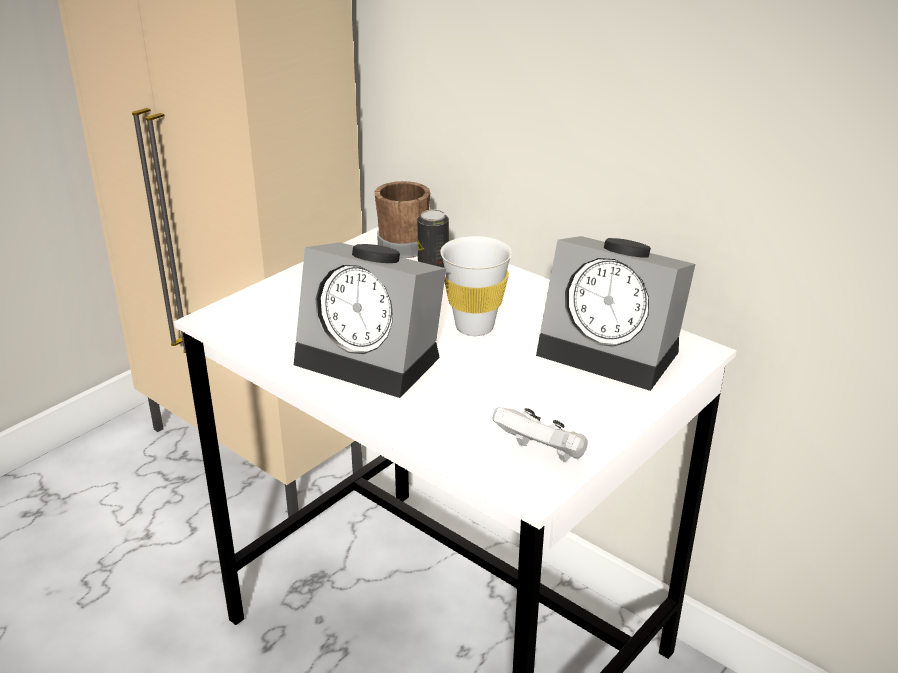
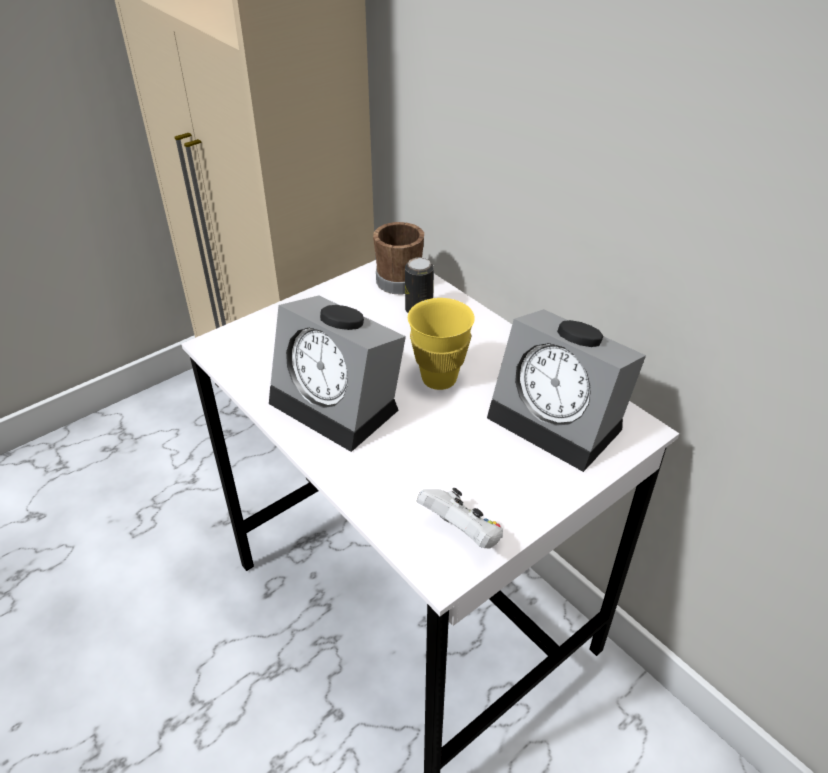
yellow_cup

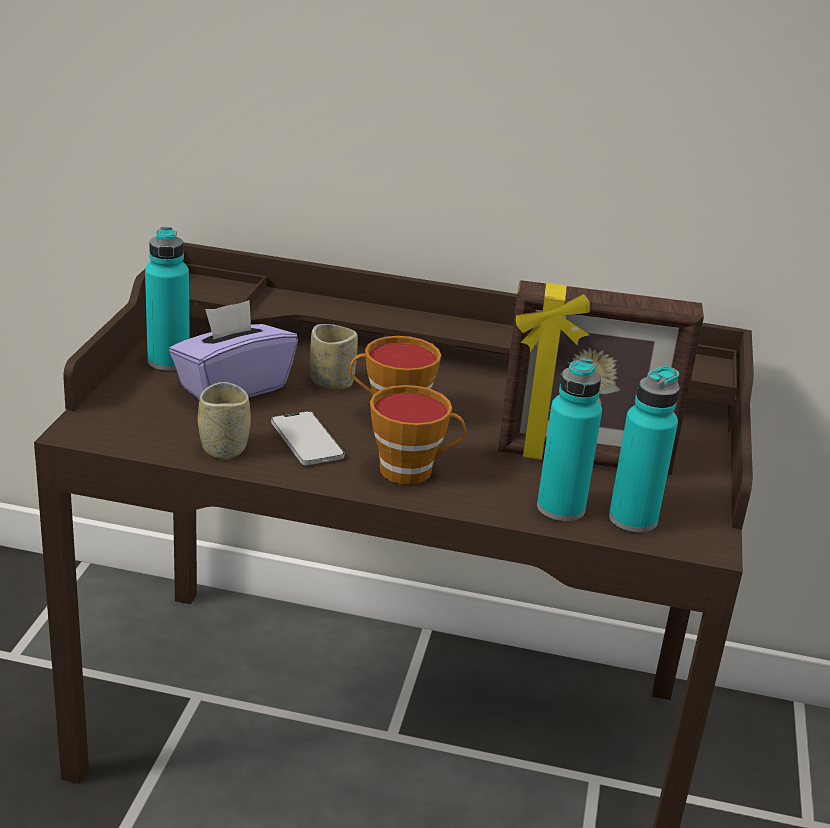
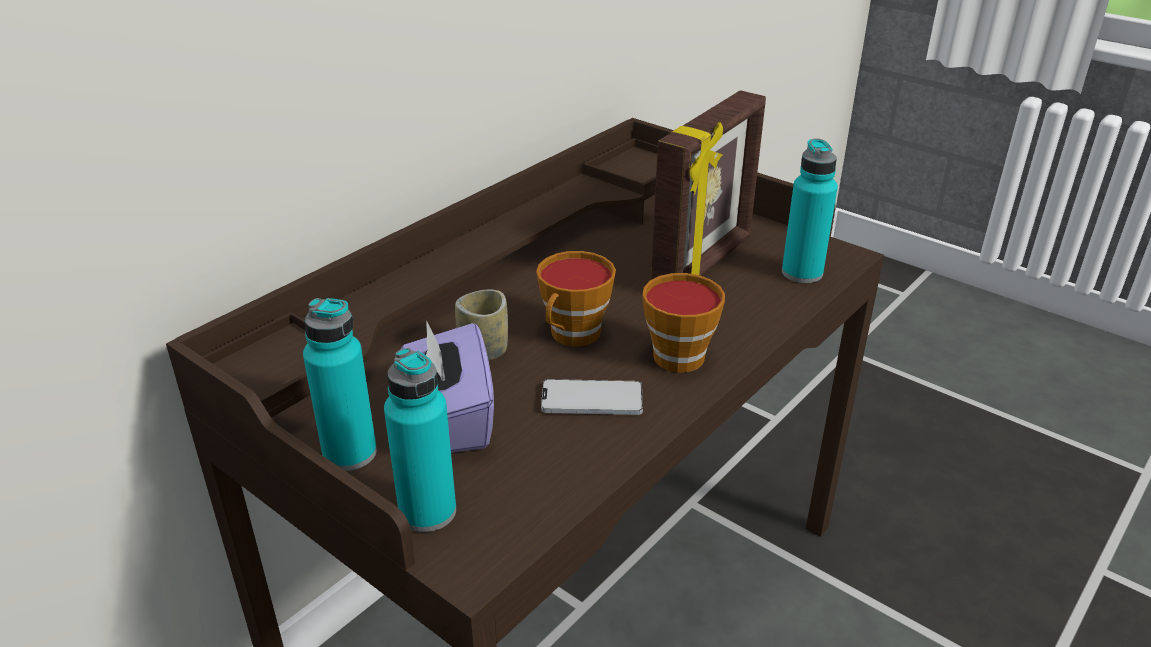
cup (1st from left in the first image); turquoise_drink_bottle (2nd from left)

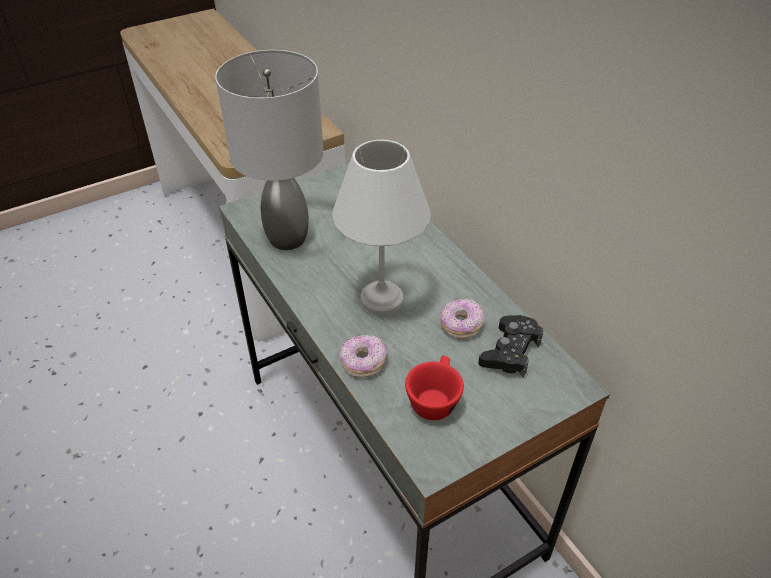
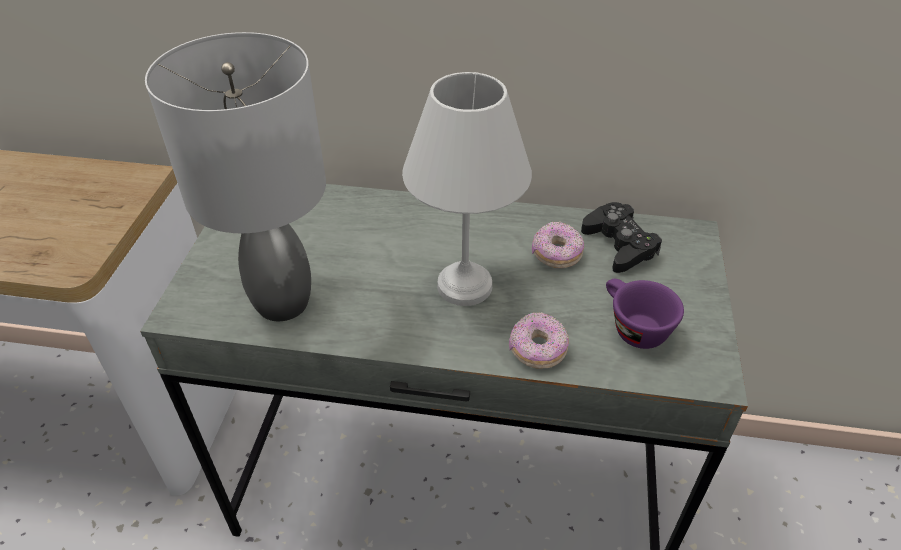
purple_cup

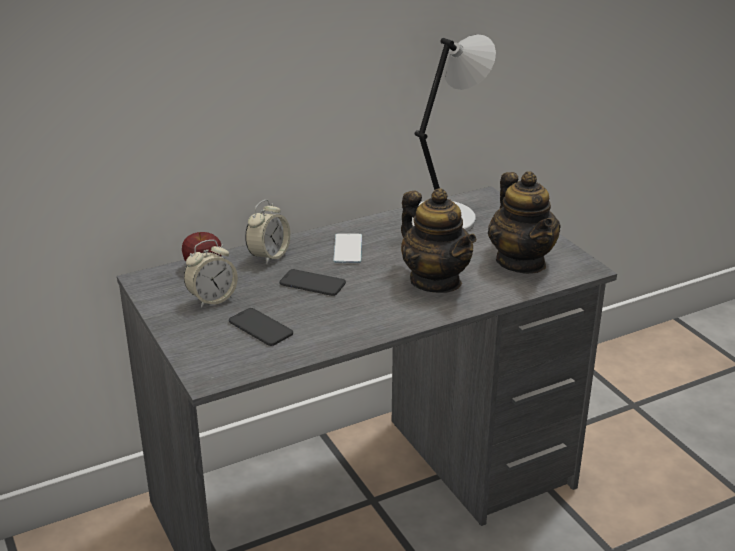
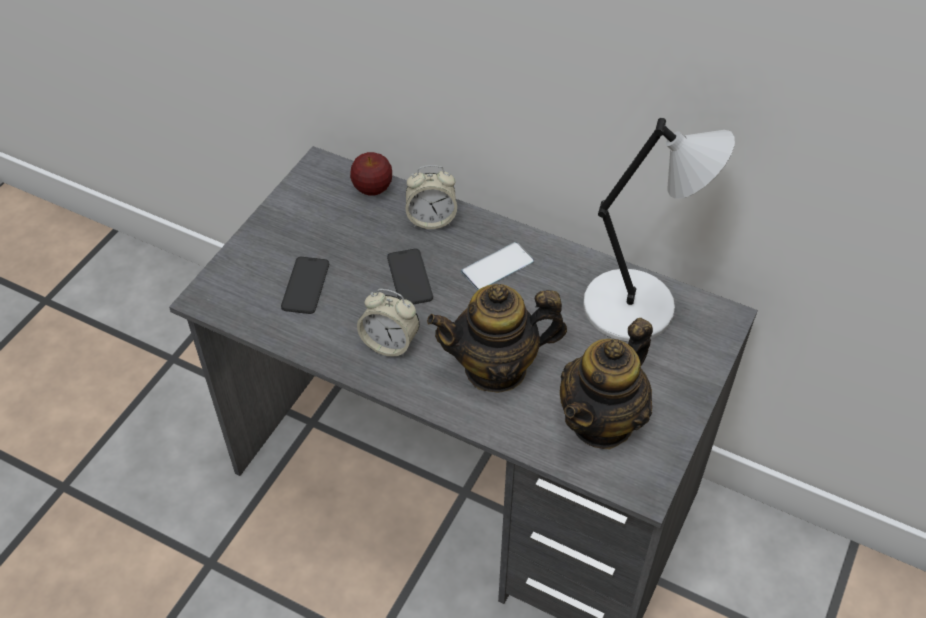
table_clock (1st from left); tea_pot (1st from left)

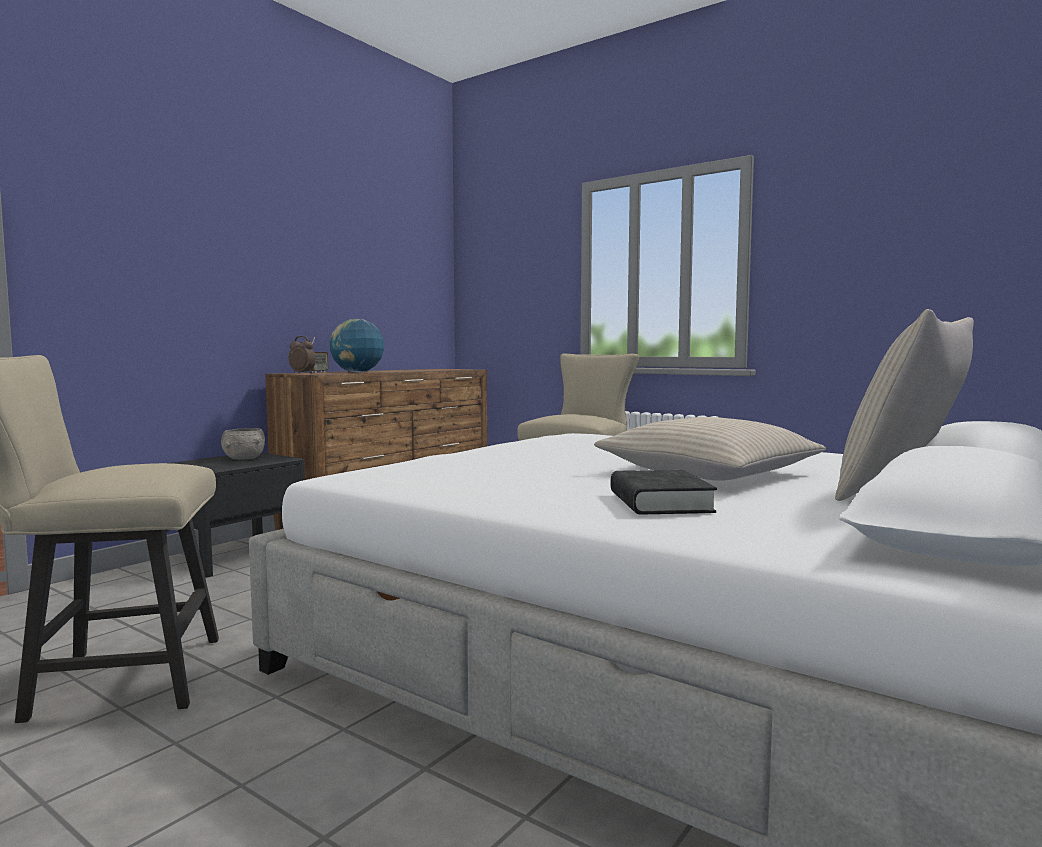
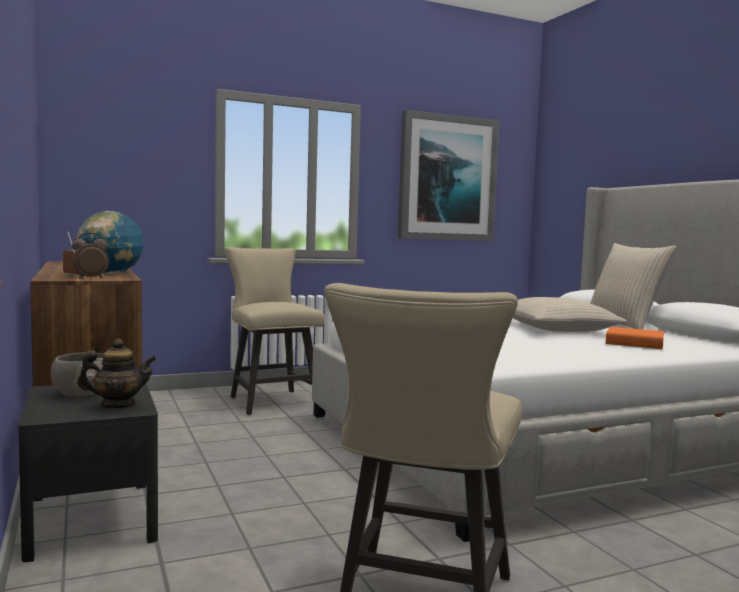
tea_pot; wall_picture; orangey_bound_book

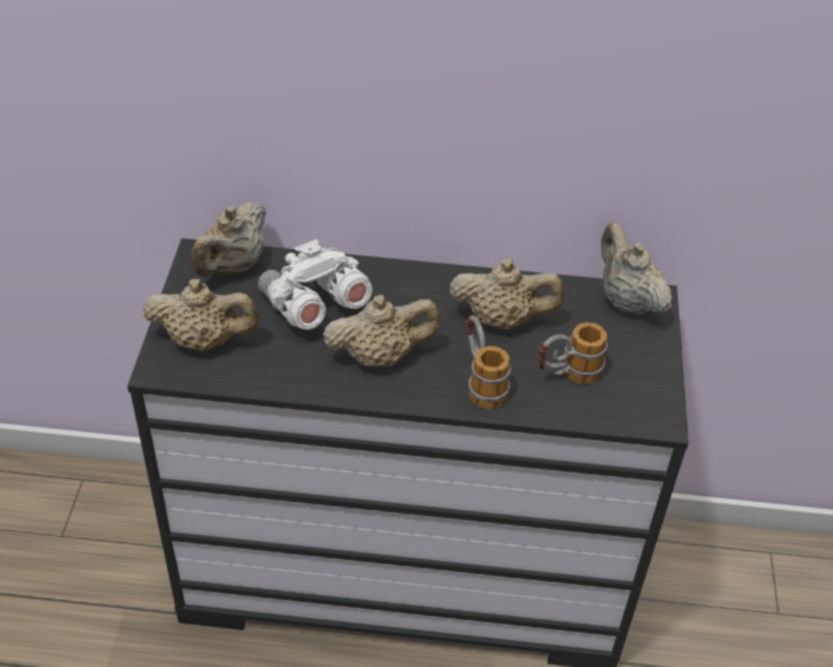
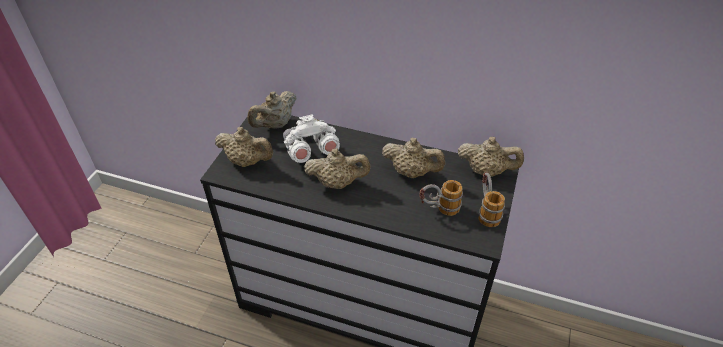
tea_mug (2nd from left); beige_tea_pot (5th from left)

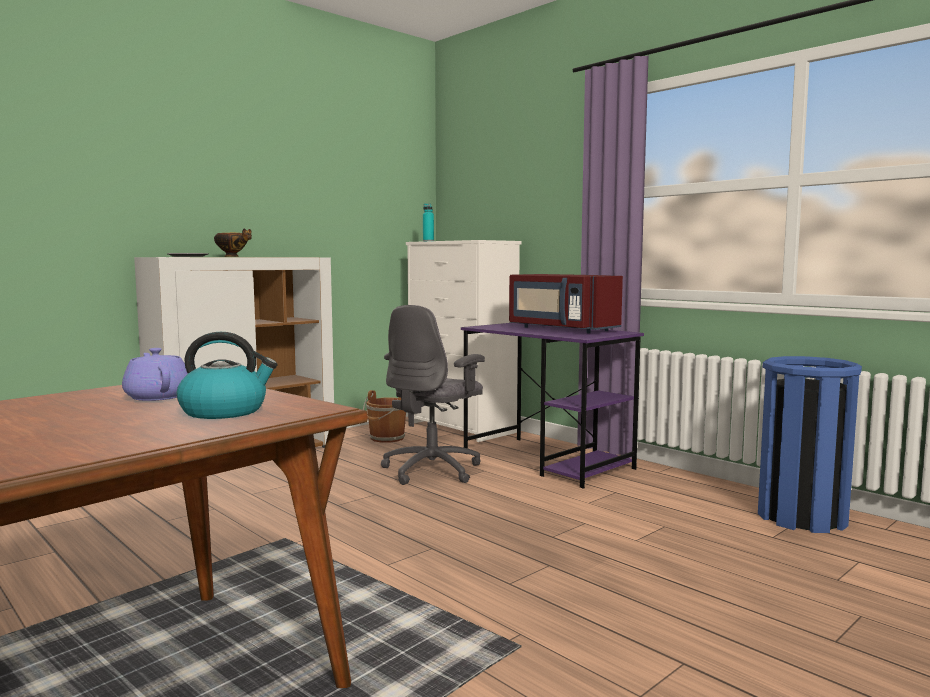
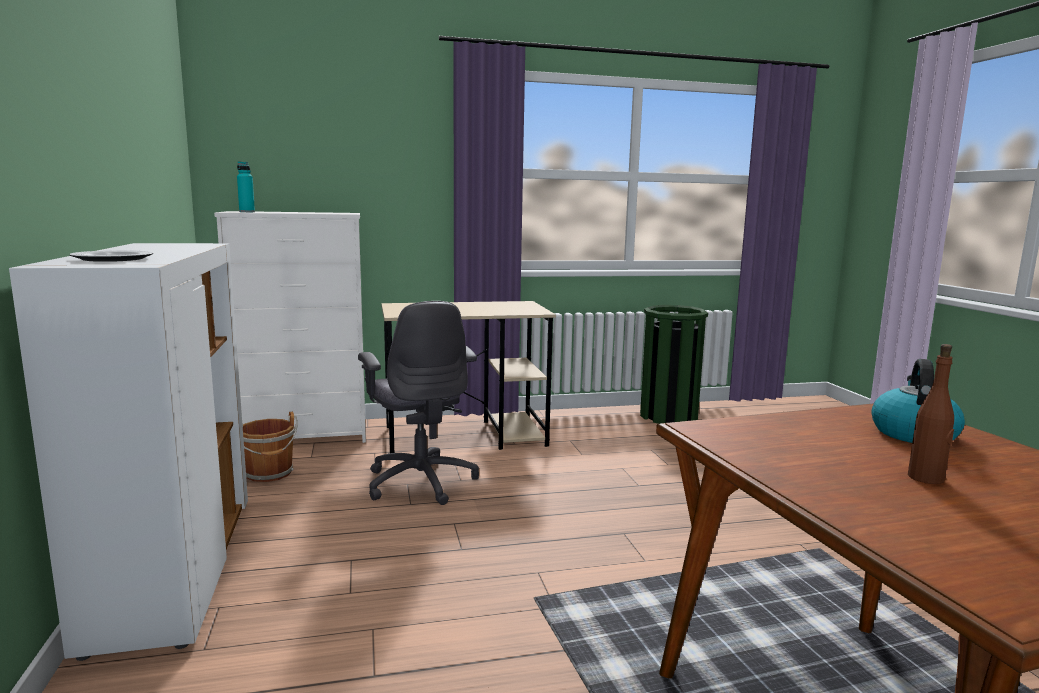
purple_tea_pot; bowl; red-coloured_microwave; brown-coloured_drink_bottle; beige_desk_table; green_rubbish_bin

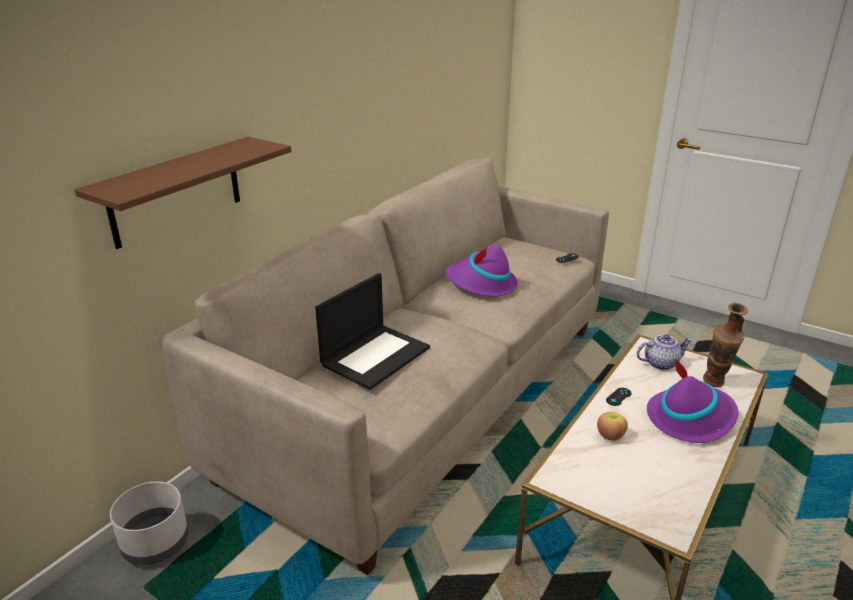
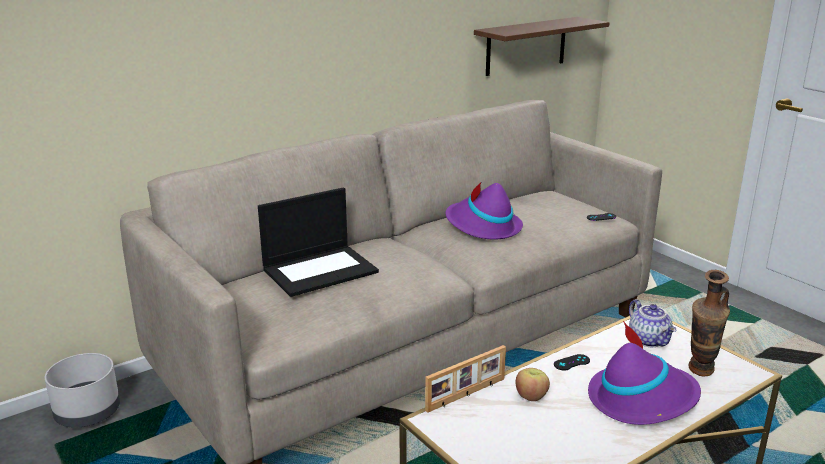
standing_frame; brown-coloured_bracket_shelf; tea_pot

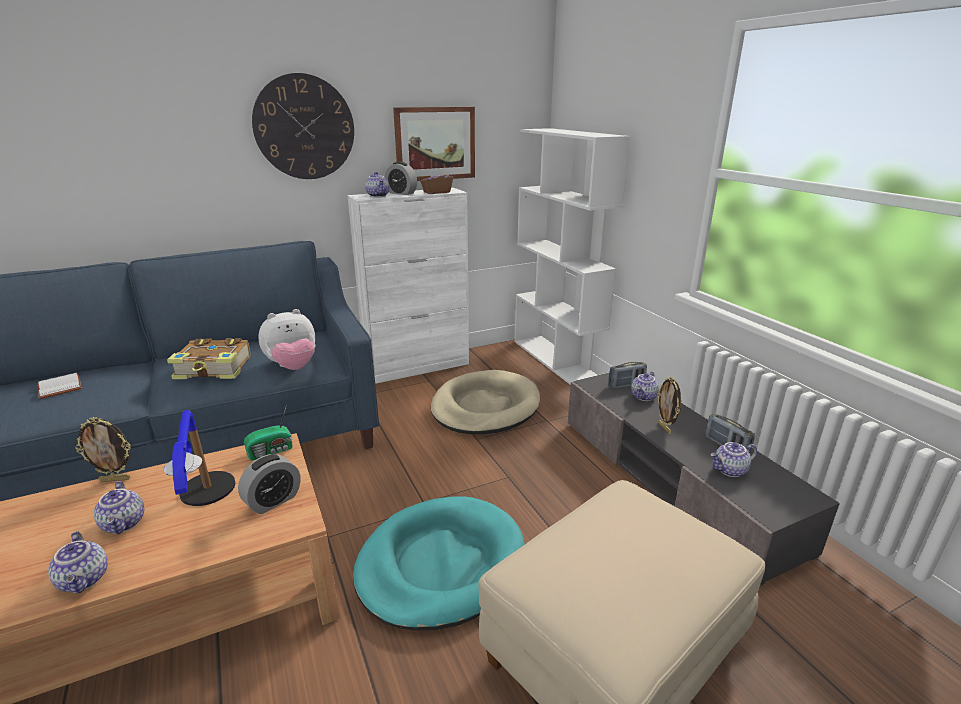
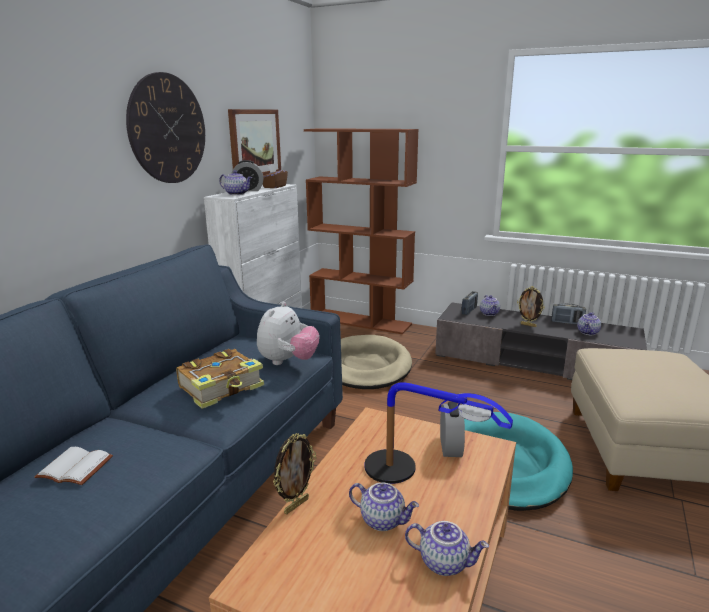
radio_set (1st from left in the first image); brown-coloured_bookshelf

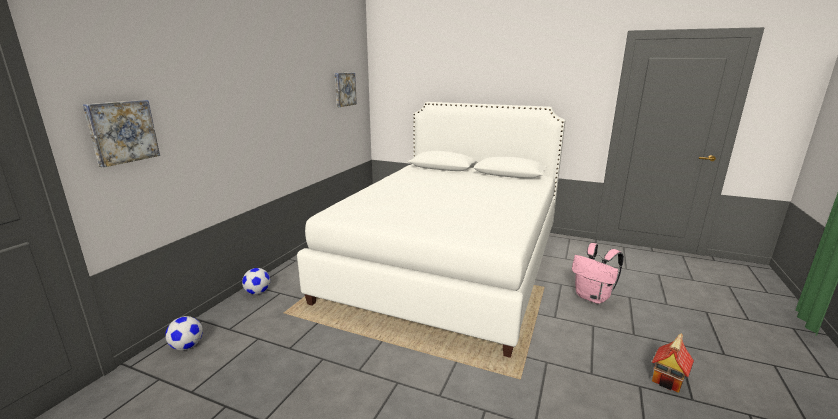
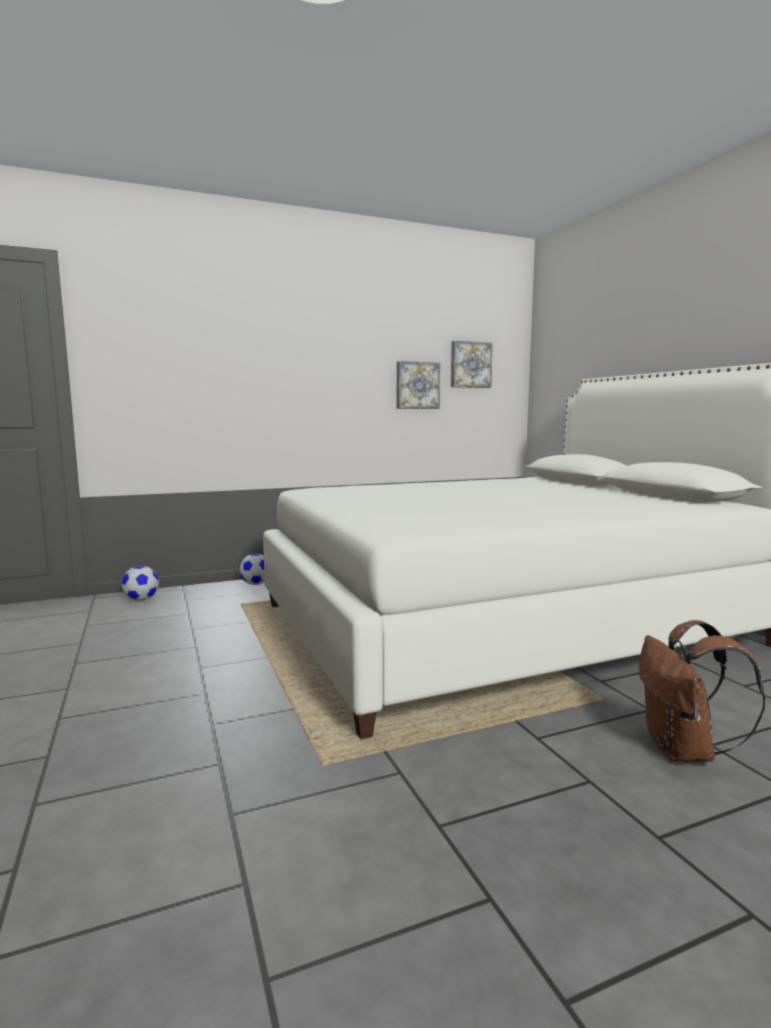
miniature_house; wall_picture (1st from left); brown-coloured_backpack

